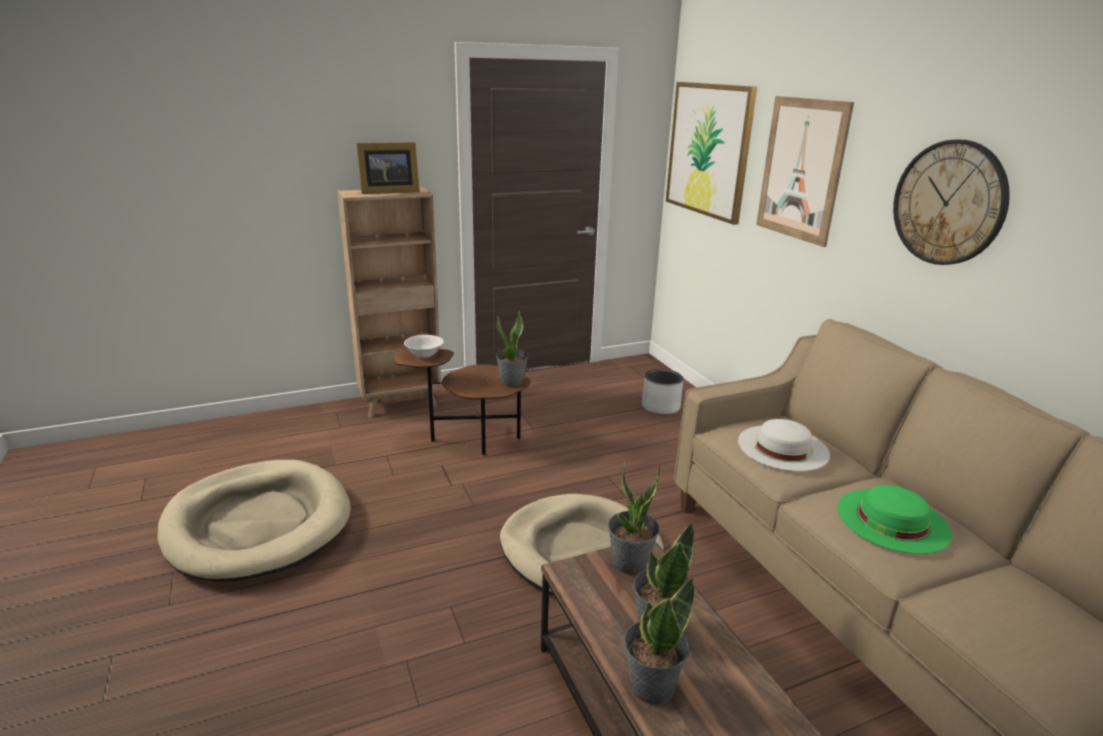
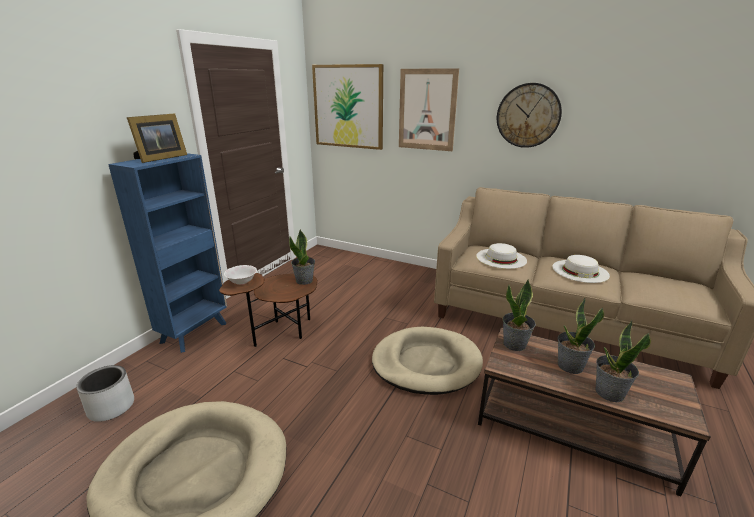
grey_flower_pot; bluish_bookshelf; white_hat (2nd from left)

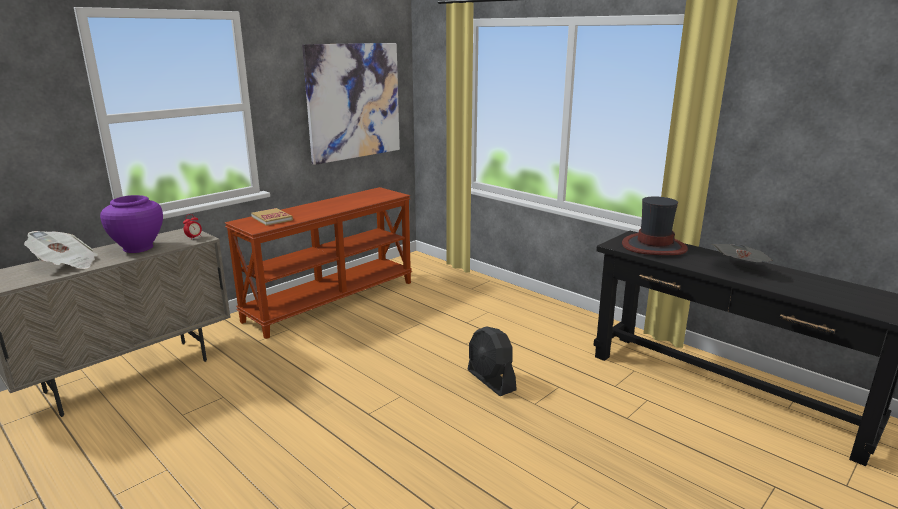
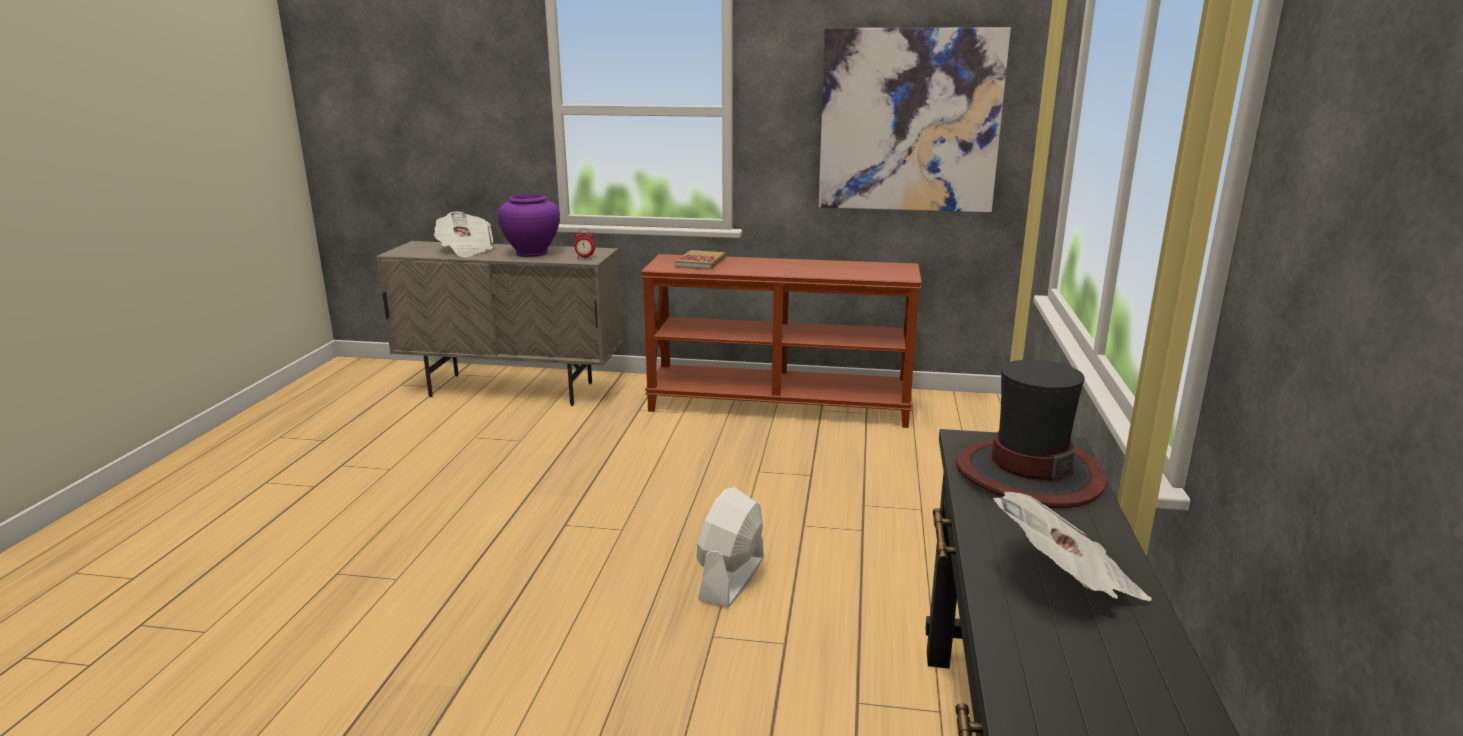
white_electric_fan

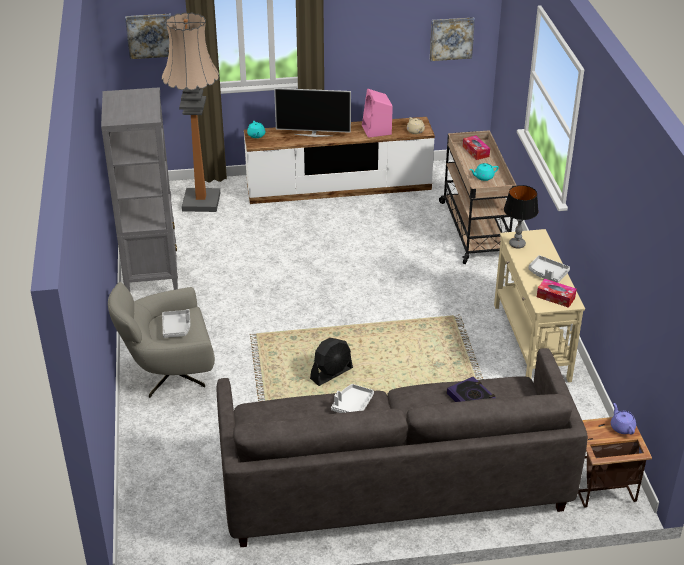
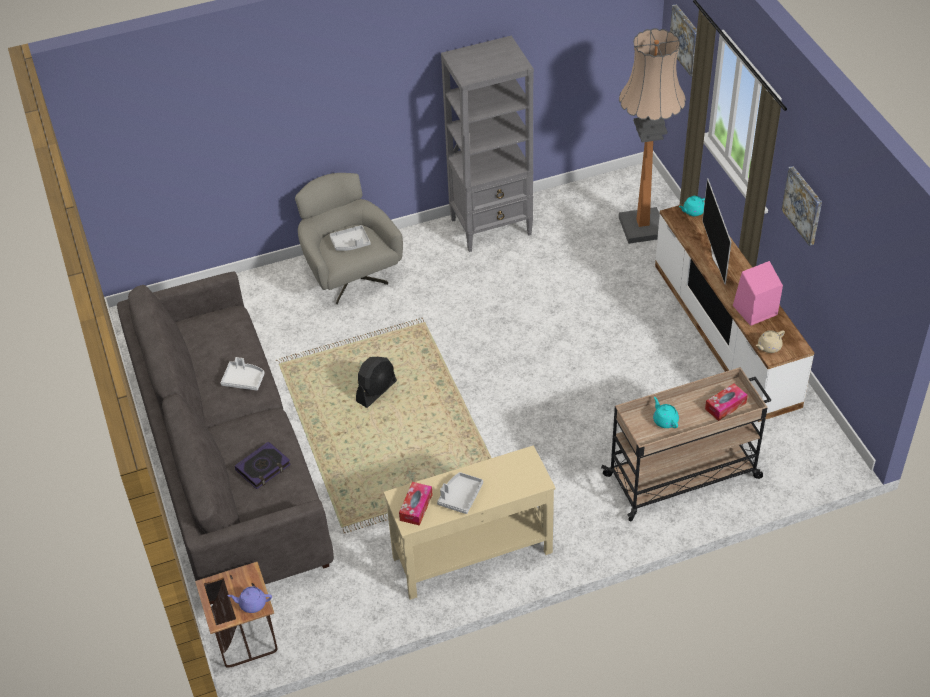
tabletop_lamp; wall_picture (2nd from left); black_electric_fan; purple_tea_pot

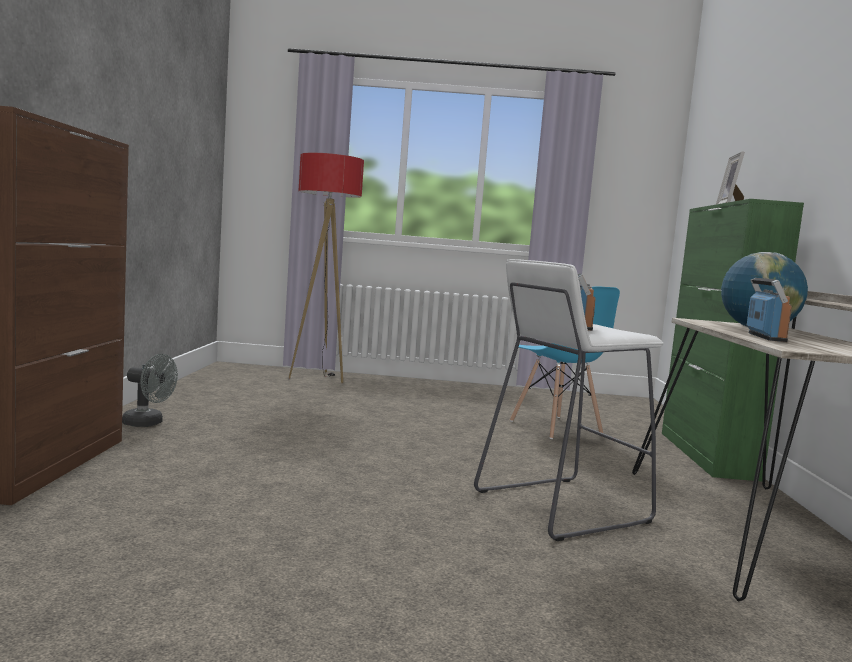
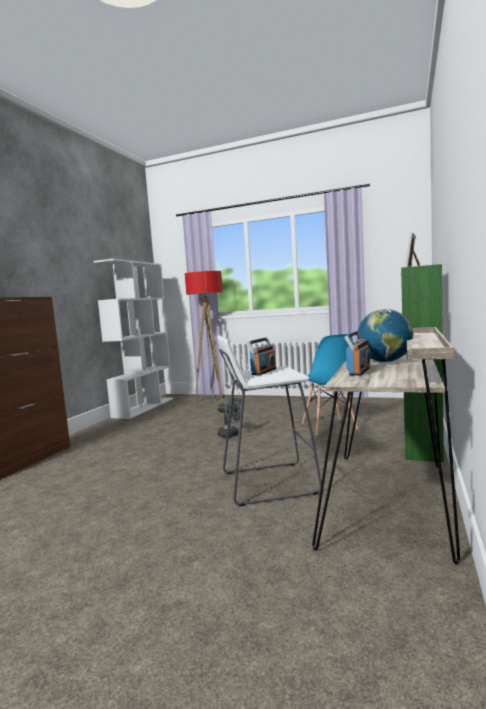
white_bookshelf; grey_electric_fan

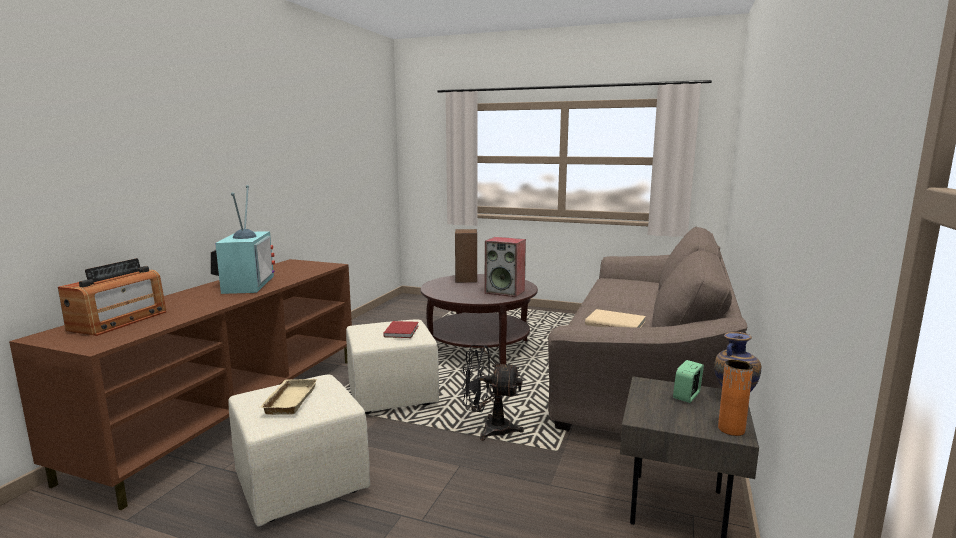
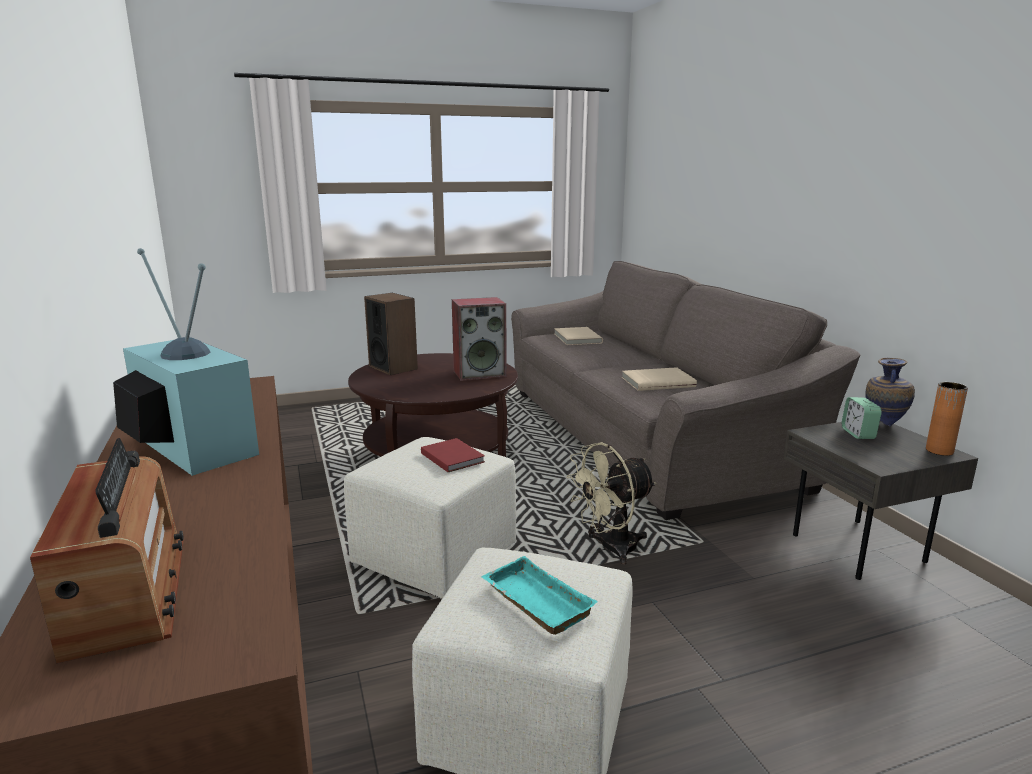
beige_bound_book (1st from left); turquoise_tray; beige_electric_fan

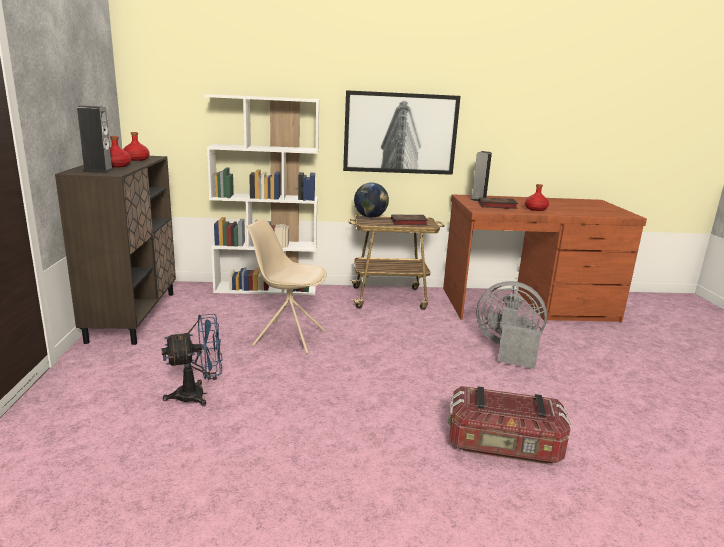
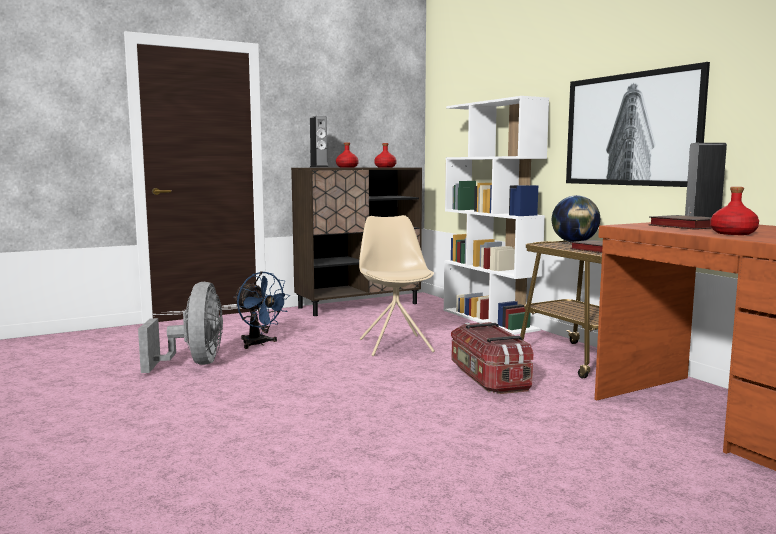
storage_box; grey_electric_fan

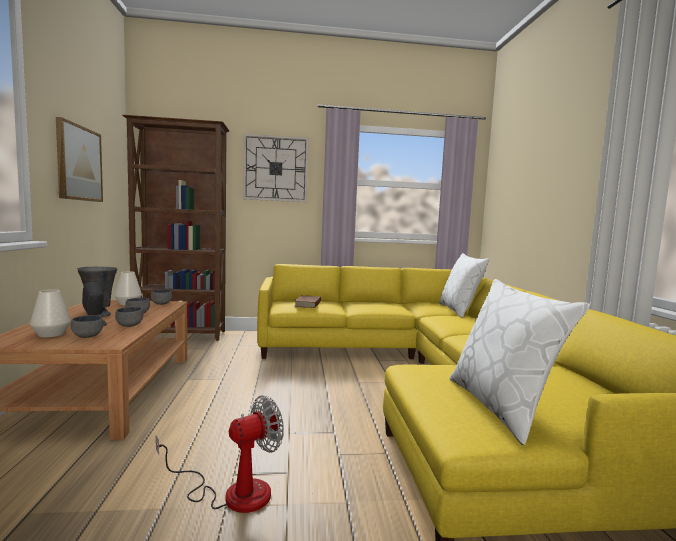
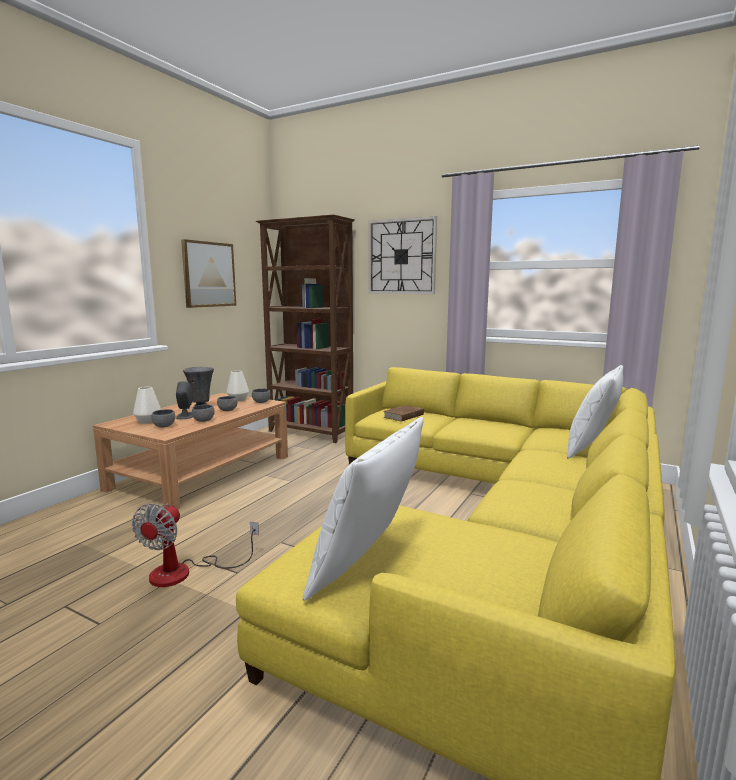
electric_fan

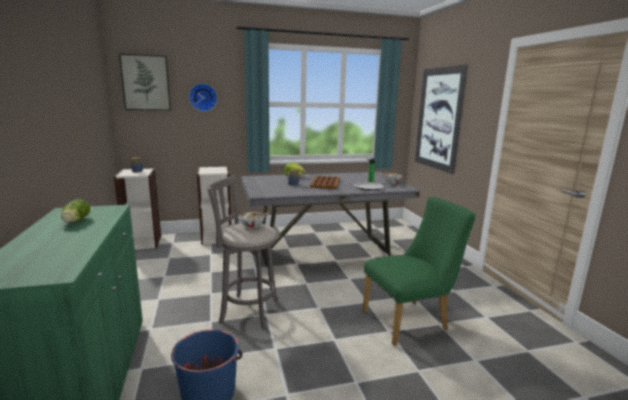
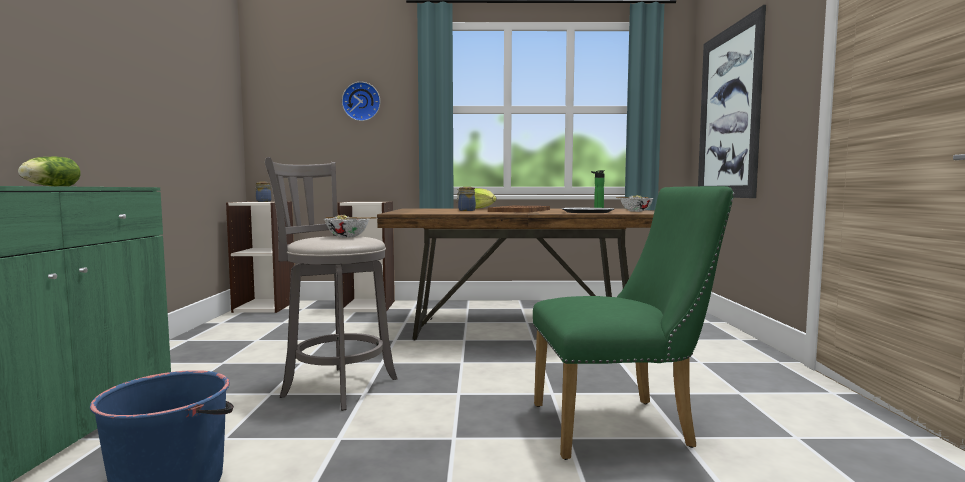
wall_picture (1st from left in the first image); brown-coloured_kitchen_table

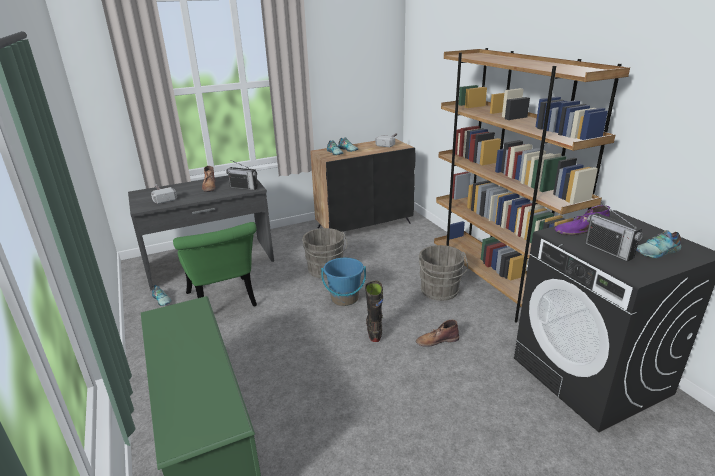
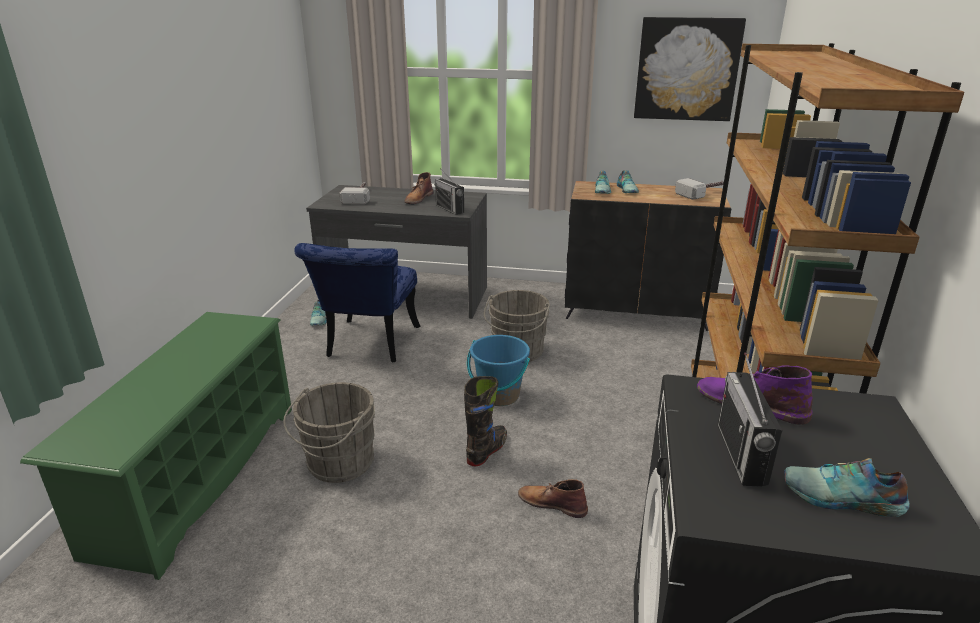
wall_picture; grey_pail (1st from left); bluish_chair

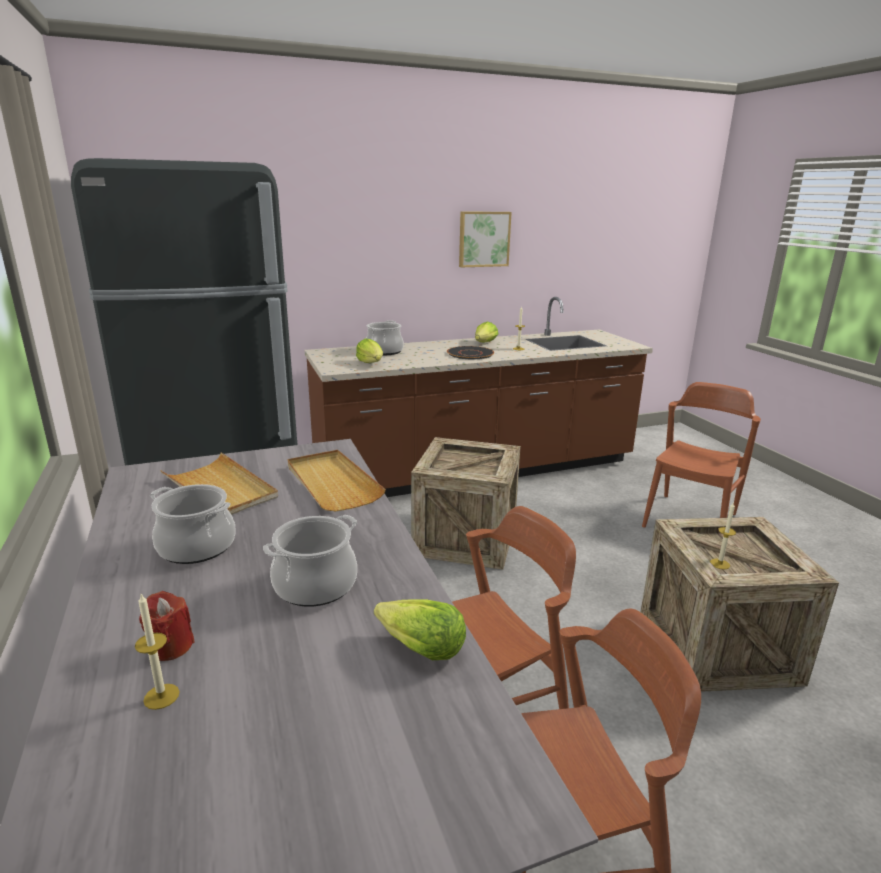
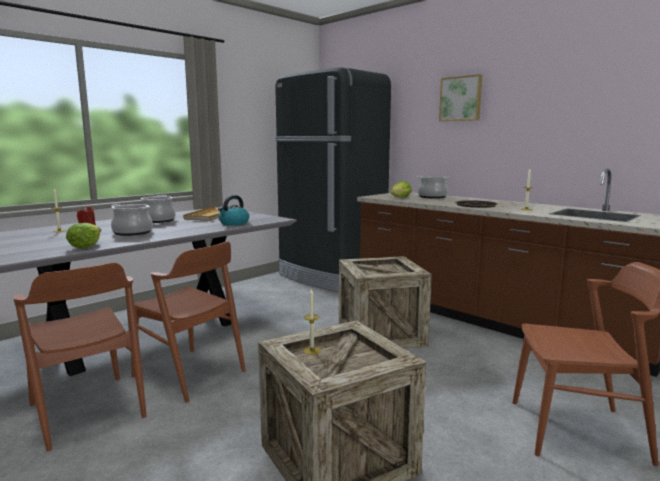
lettuce_head (3rd from left in the first image); wall_picture; water_kettle

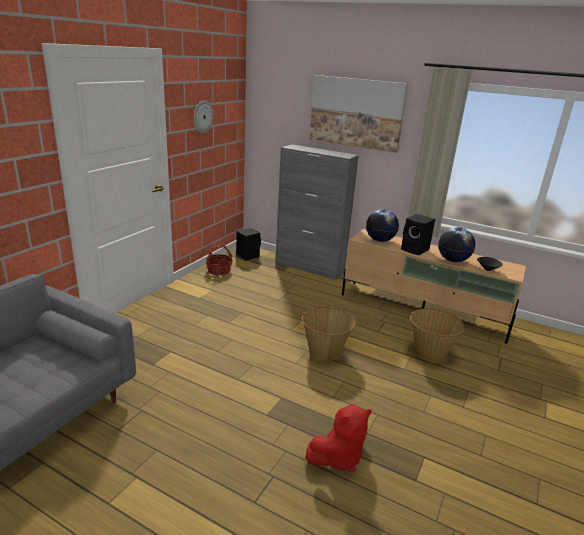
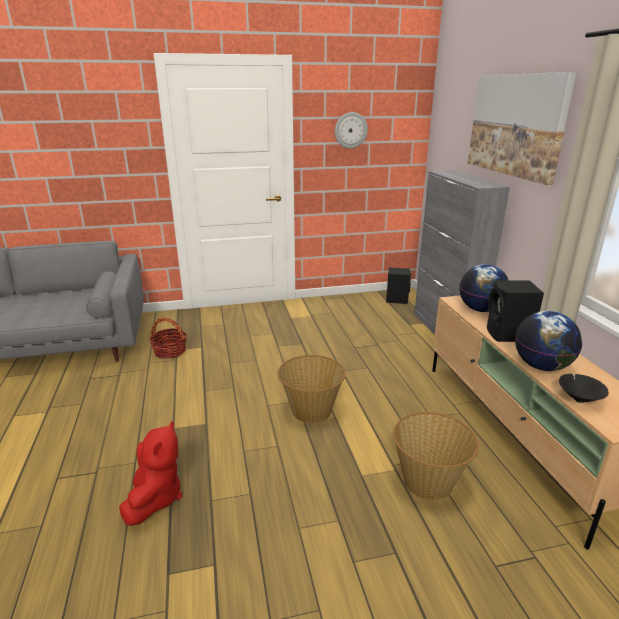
household_basket (1st from left); red-coloured_soft_toy

